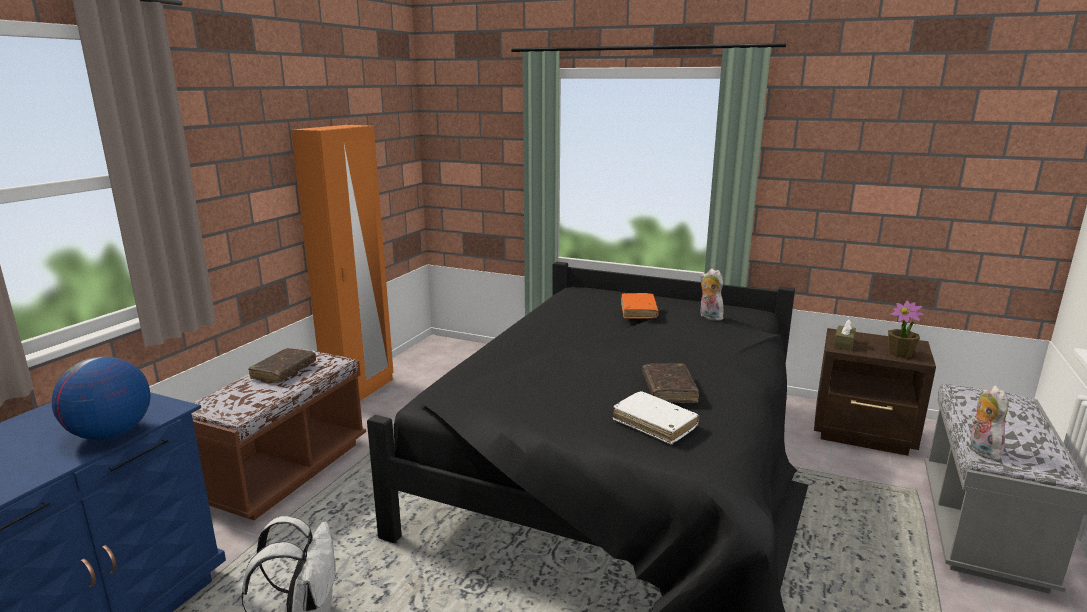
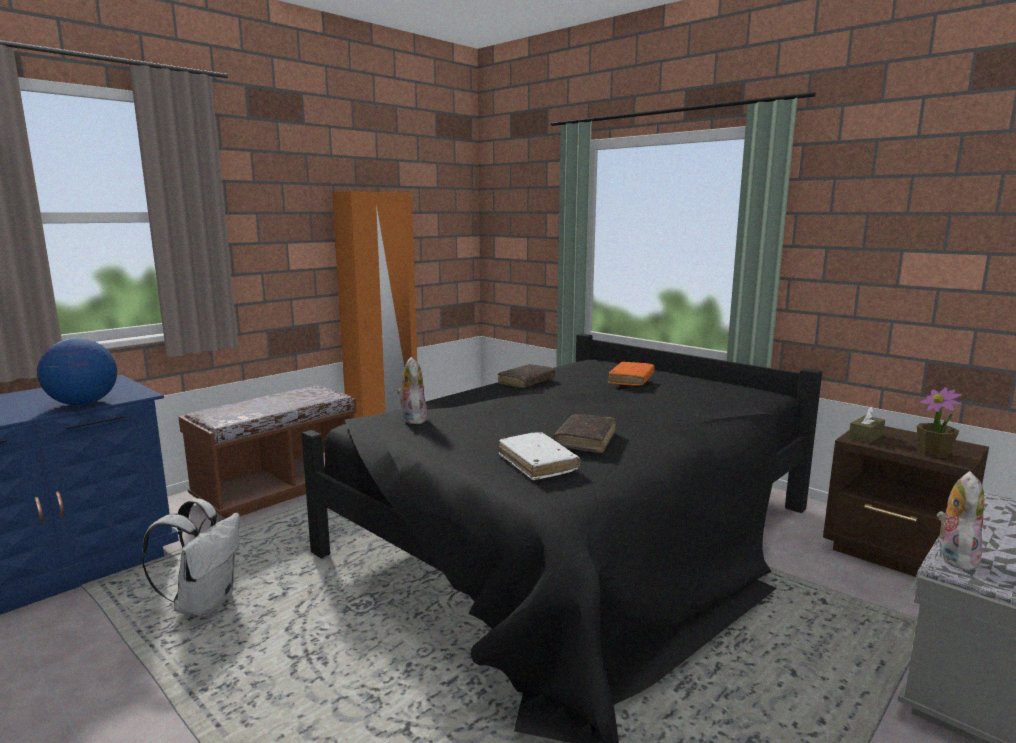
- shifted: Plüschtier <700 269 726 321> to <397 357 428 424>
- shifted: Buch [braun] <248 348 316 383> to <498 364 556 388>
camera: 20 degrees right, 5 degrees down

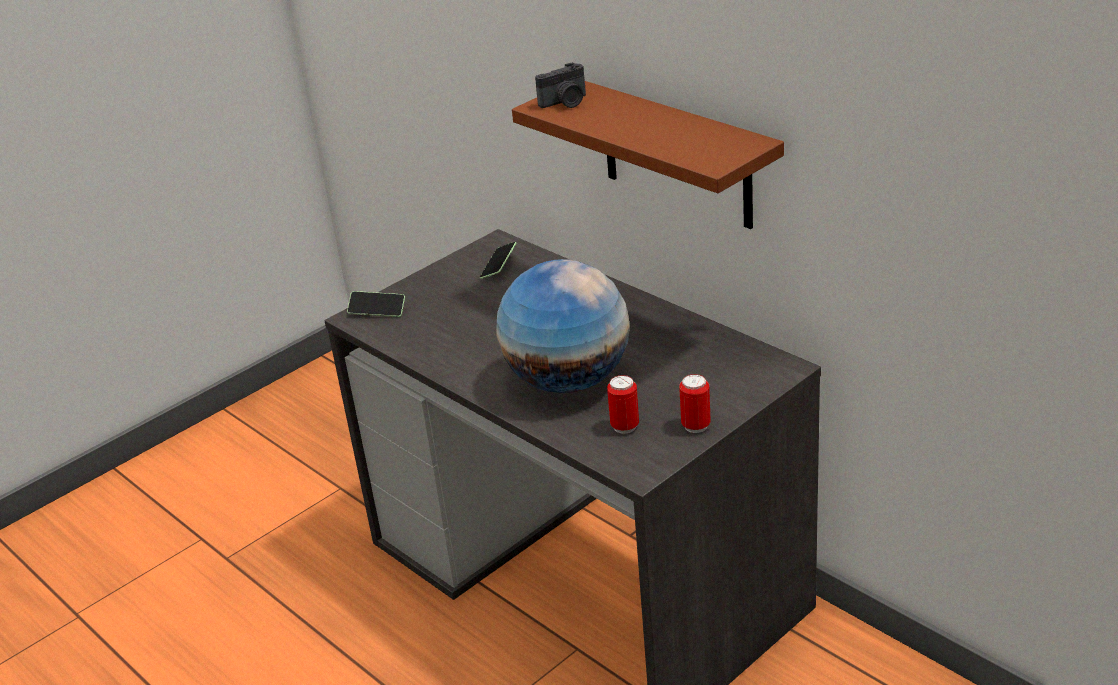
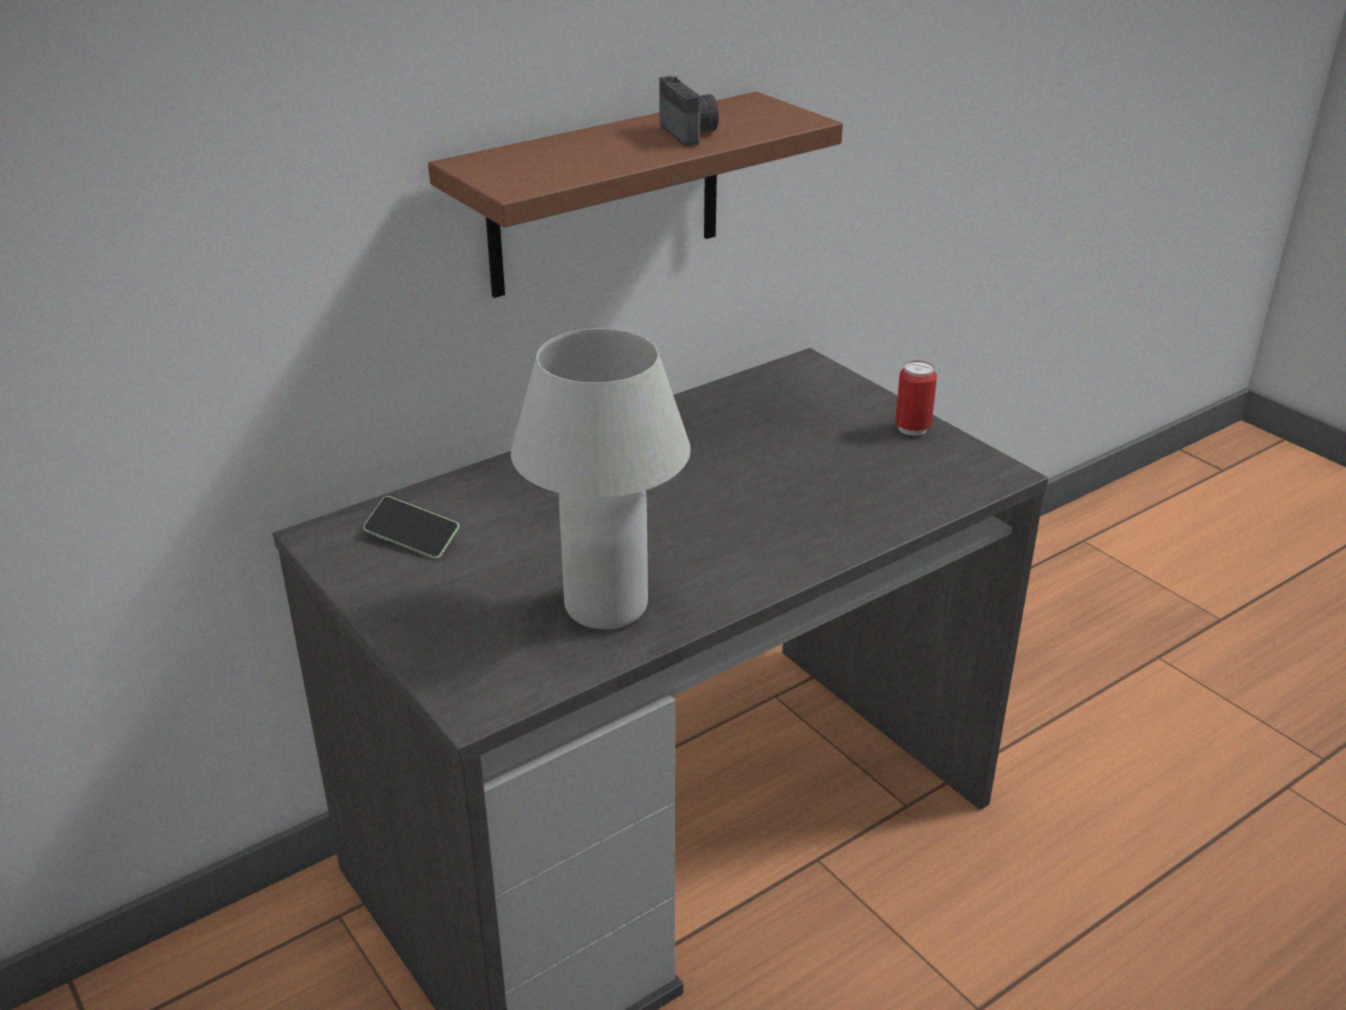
- new: Tischlampe [weiß] <511 329 691 629>
- shifted: Kamera <535 62 586 108> to <659 76 719 146>
- gone: Handy <347 291 405 317>
- gone: Globus <496 259 629 393>
- gone: Dose <607 375 639 434>
camera: 85 degrees left, 0 degrees up

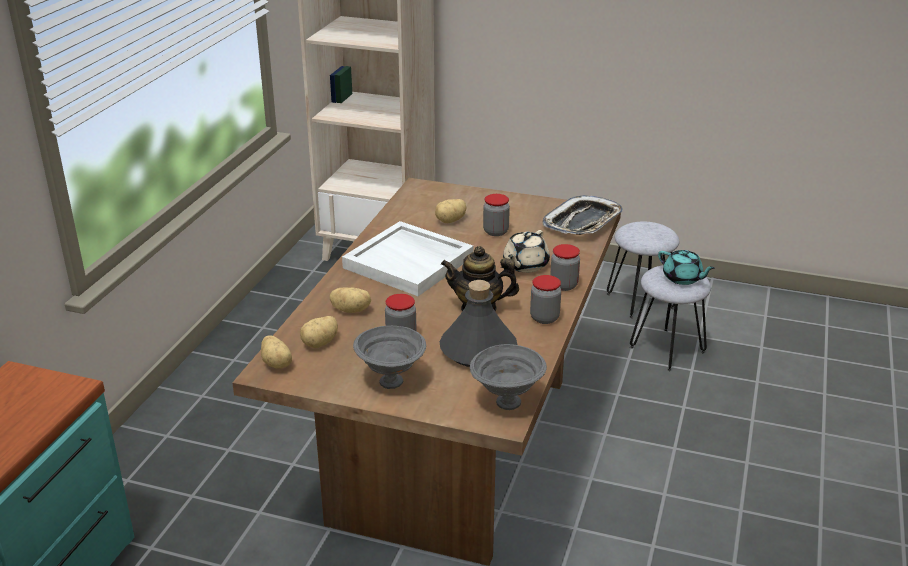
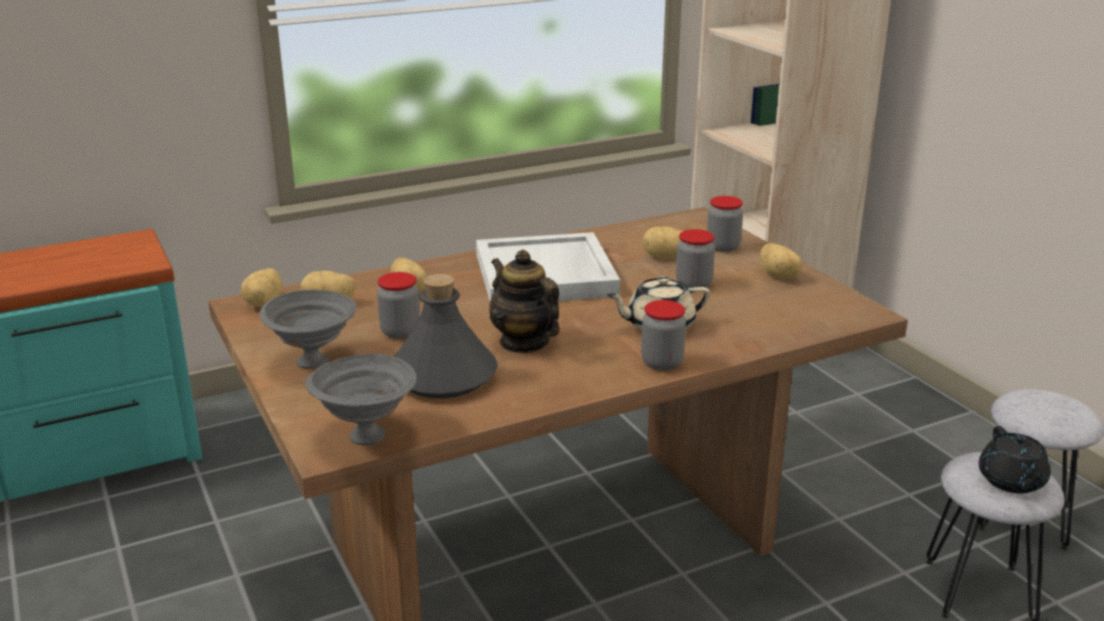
- shifted: Vorratsglas <530 275 561 324> to <707 196 743 252>
- new: Kartoffel <760 243 802 279>
- repainted: Teekanne [türkis] <658 250 715 285> to Teekanne [schwarz] <979 426 1050 493>
- gone: Tablett <543 195 623 235>
camera: 45 degrees right, 5 degrees down

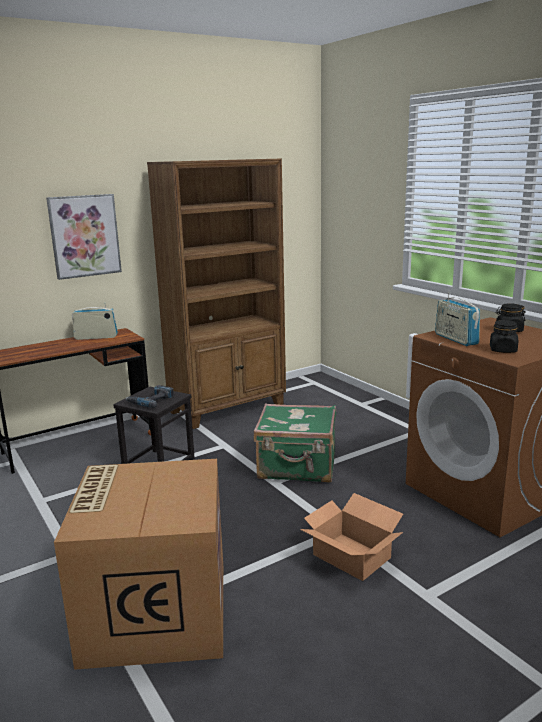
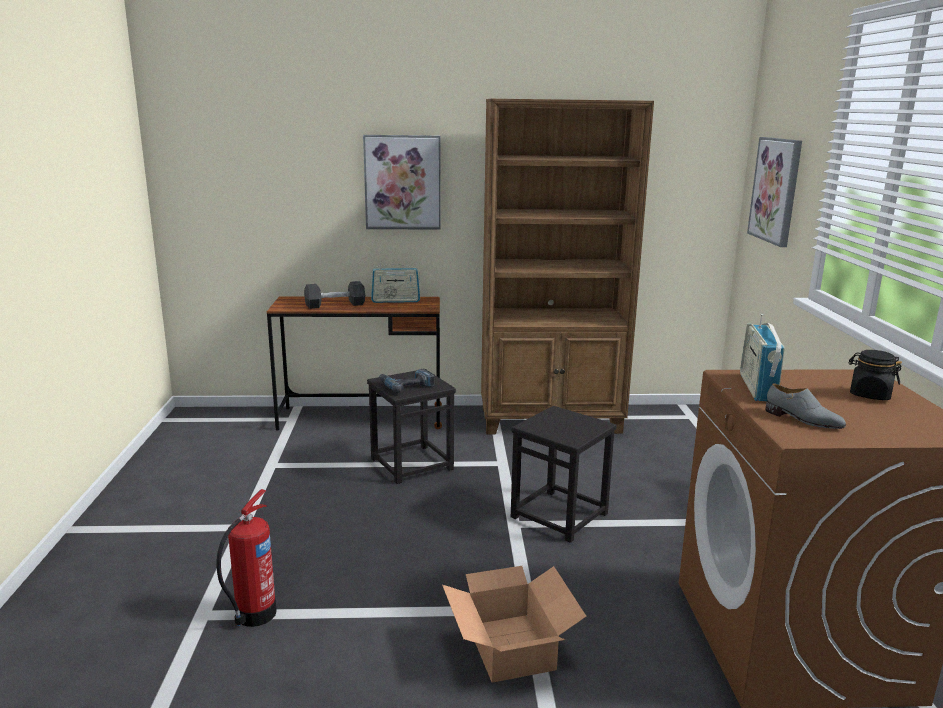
- swapped: Karton <54 459 223 670> to Feuerlöscher <216 489 276 627>
- new: Hantel [schwarz] <304 281 365 309>
- rotated: Radio <72 303 118 340> = <371 261 420 303> 150 degrees clockwise
- swapped: Koffer [grün] <254 404 336 482> to Hocker [schwarz] <511 406 617 543>
- new: Bild <747 137 802 247>
- swapped: Vorratsglas [schwarz] <490 320 518 353> to Schuh [grau] <765 383 846 429>
camera: 30 degrees right, 0 degrees up

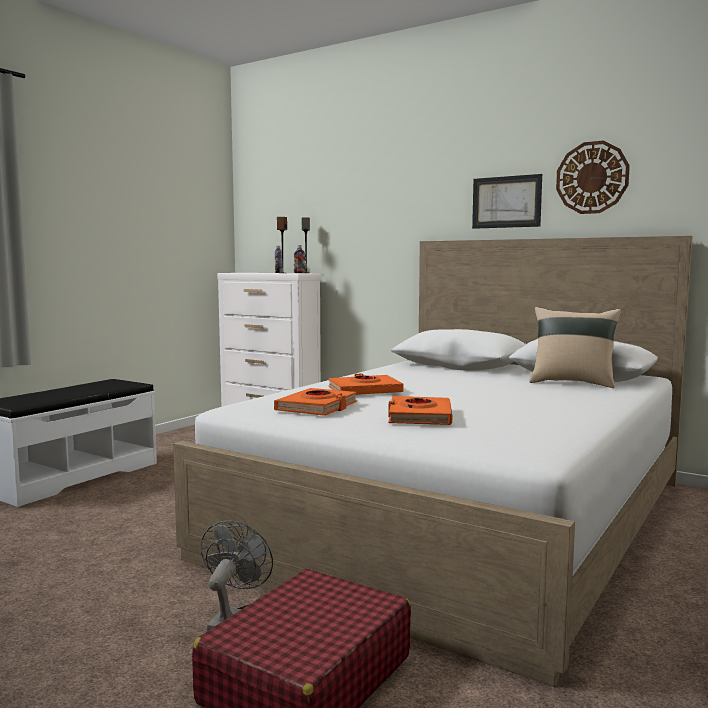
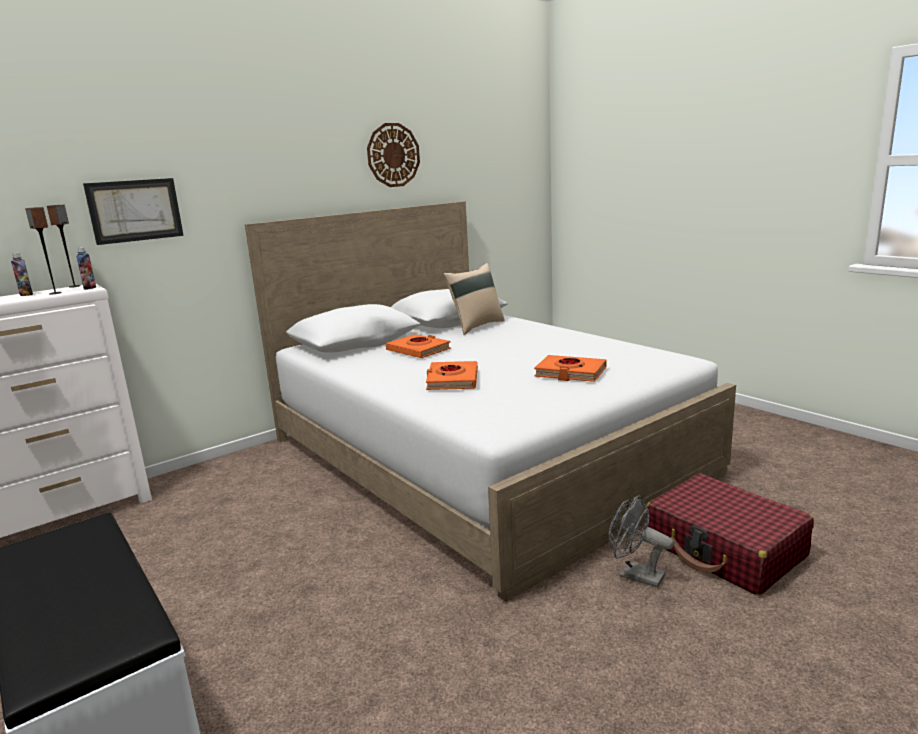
- shifted: Bild <472 174 542 229> to <83 178 184 245>
- shifted: Buch [orange] <274 388 357 416> to <386 334 451 358>
camera: 70 degrees left, 10 degrees up

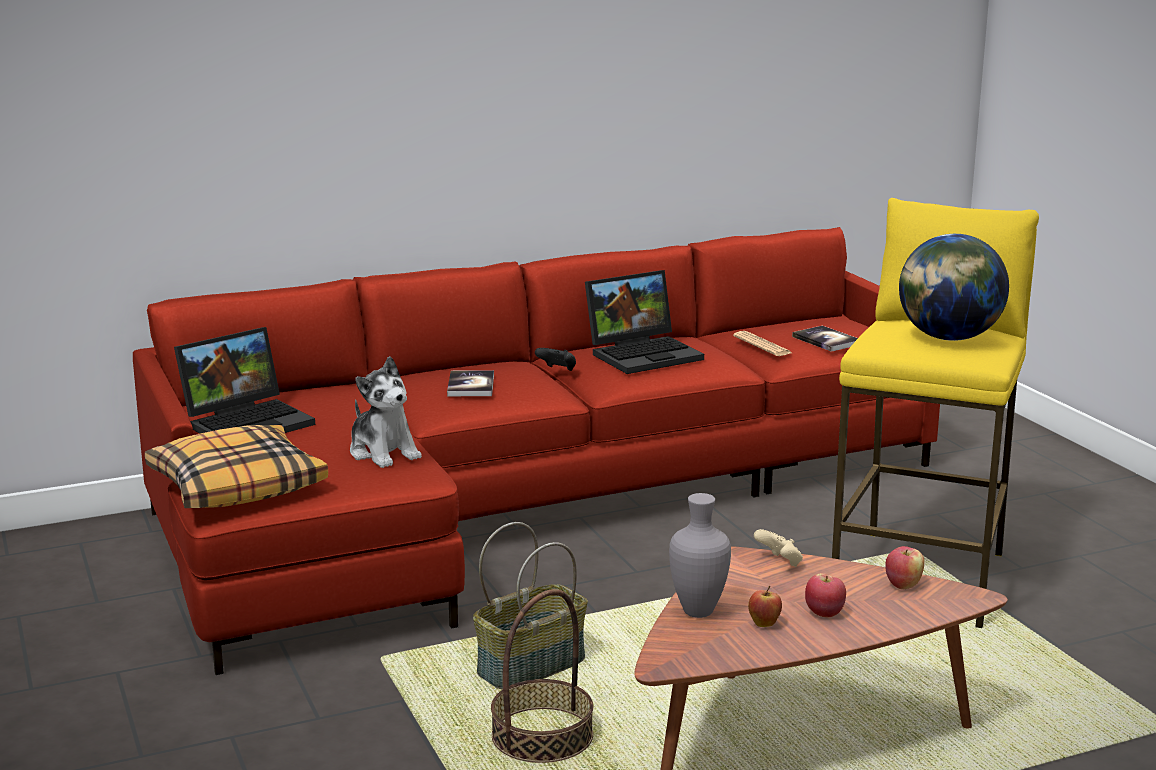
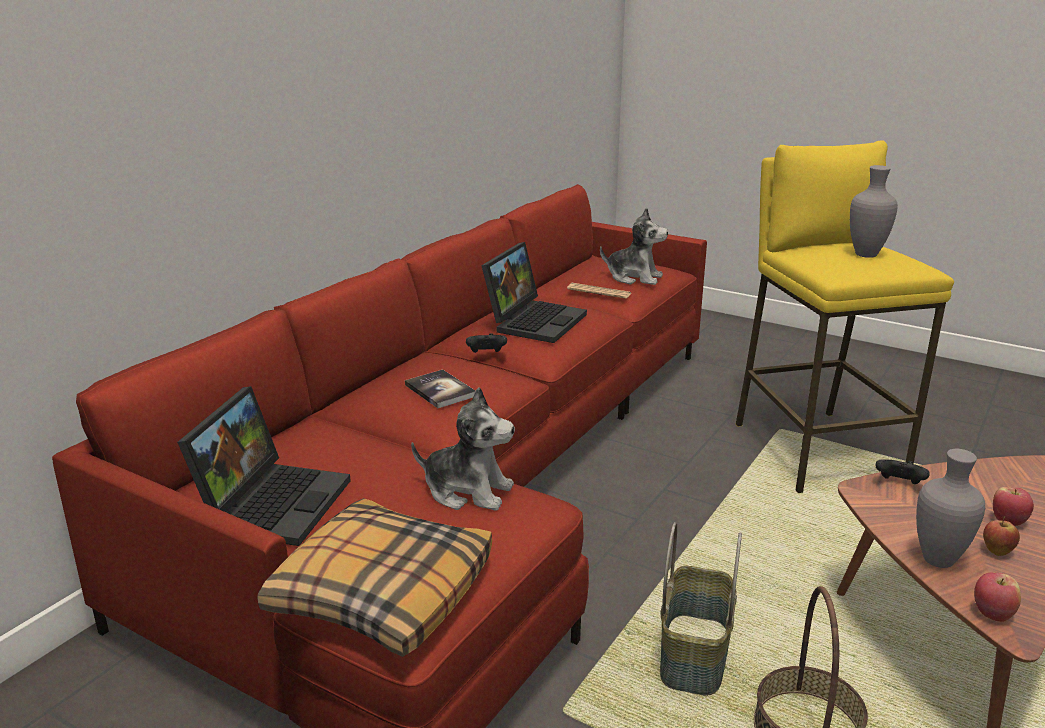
- swapped: Buch <792 326 858 352> to Plüschtier <600 207 668 285>
- swapped: Globus <899 234 1009 341> to Vase [grau] <850 165 898 258>
- repainted: Gamepad [beige] <754 529 803 567> to Gamepad [schwarz] <876 459 930 484>
- shifted: Apfel <885 546 924 589> to <974 572 1021 622>
camera: 35 degrees left, 5 degrees up

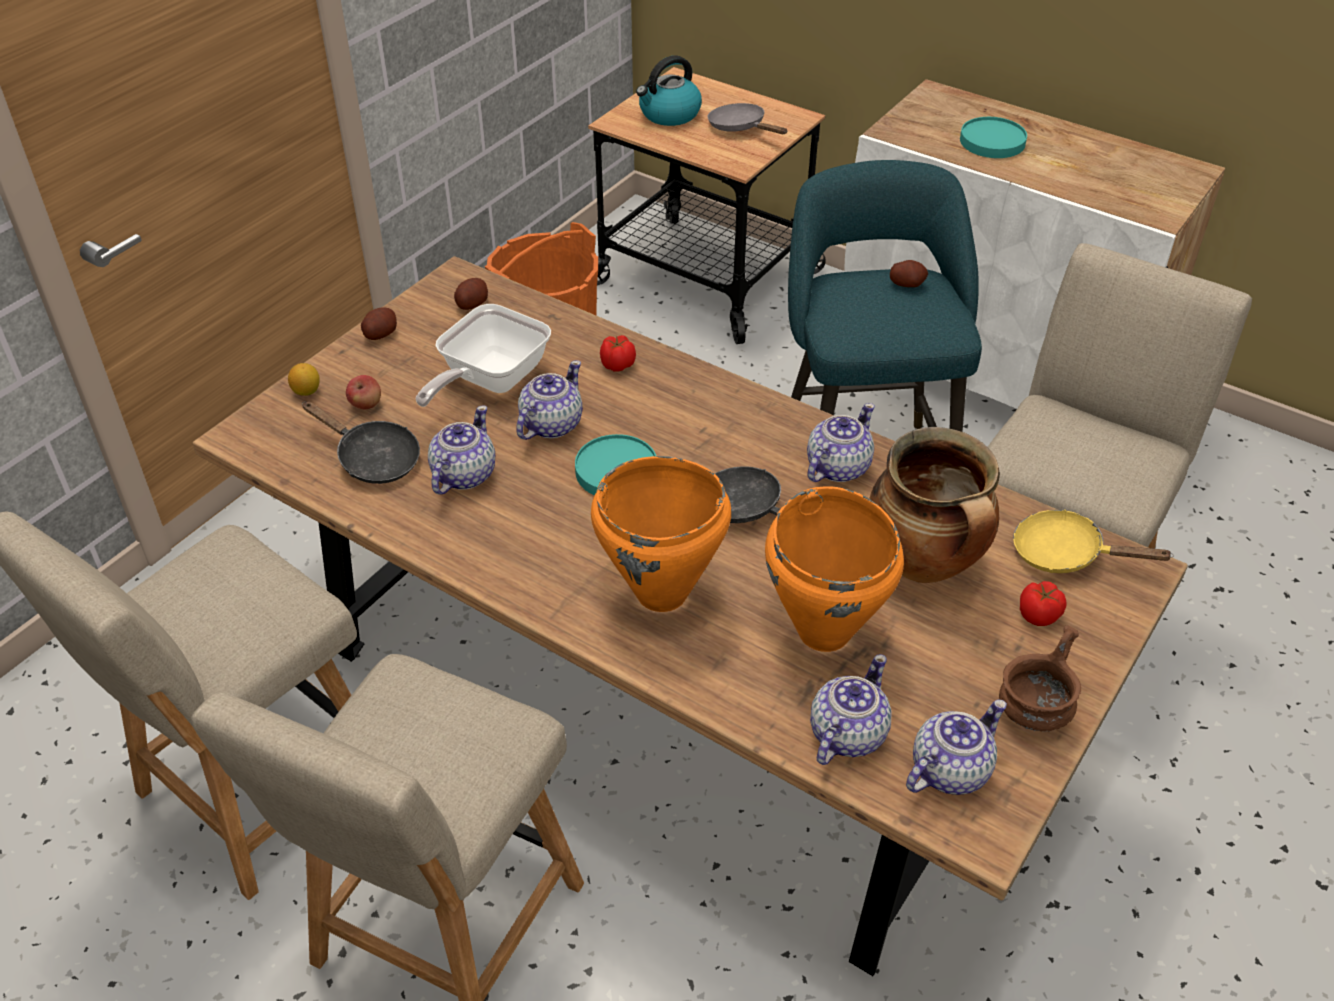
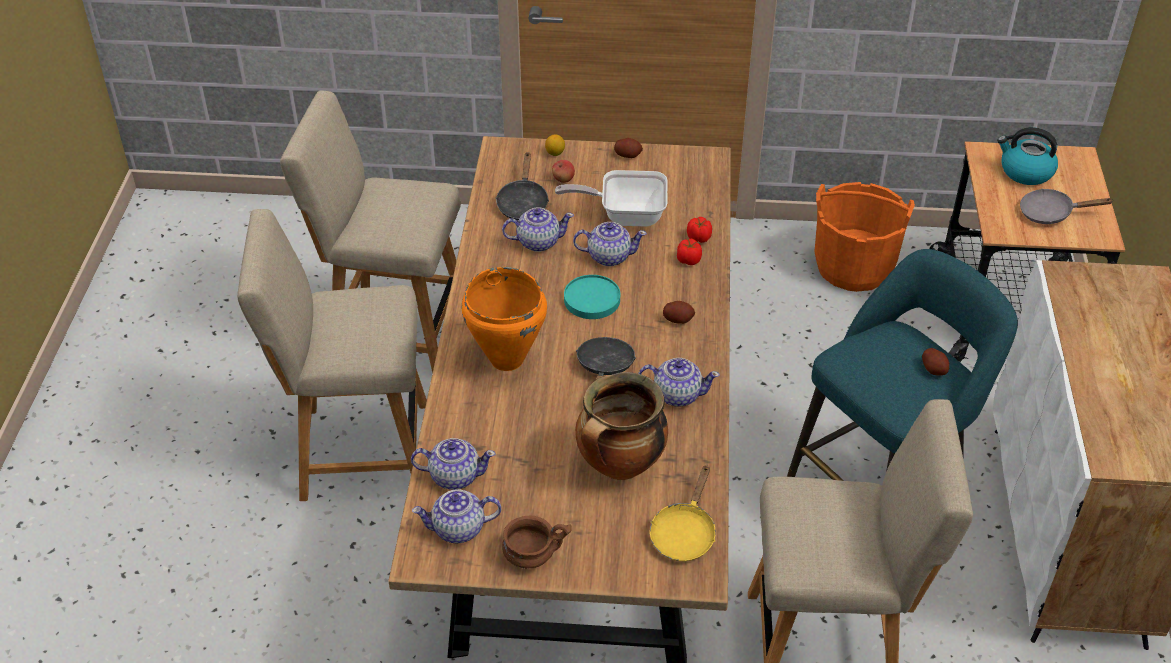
- rotated: Teekanne <906 699 1007 795> = <412 489 501 543> 150 degrees clockwise
- rotated: Pfanne [gelb] <1013 509 1174 573> = <650 465 716 561> 150 degrees counterclockwise
- shifted: Kartoffel <454 278 488 310> to <663 301 695 324>
- shifted: Tomate <1020 581 1067 626> to <687 217 712 243>
- rotated: Pfanne [grau] <707 103 787 134> = <1020 189 1113 224> 105 degrees counterclockwise
- gone: Kochtopf [orange] <765 486 904 652>
- gone: Teller [türkis] <960 117 1027 158>
camera: 60 degrees right, 0 degrees up

